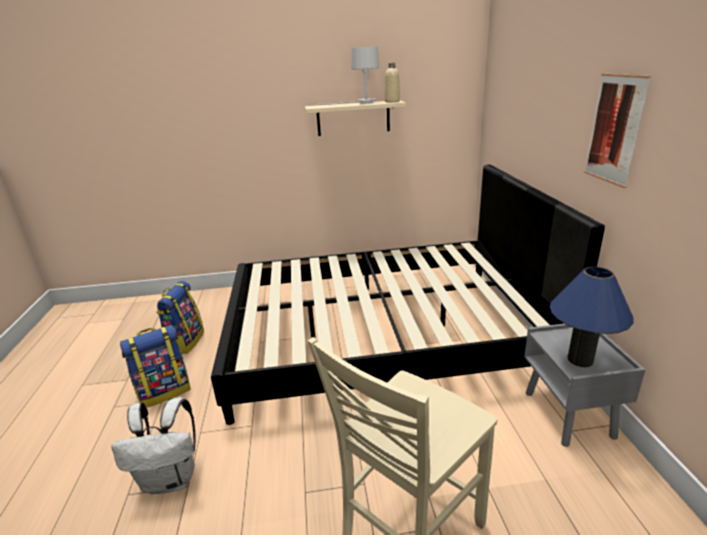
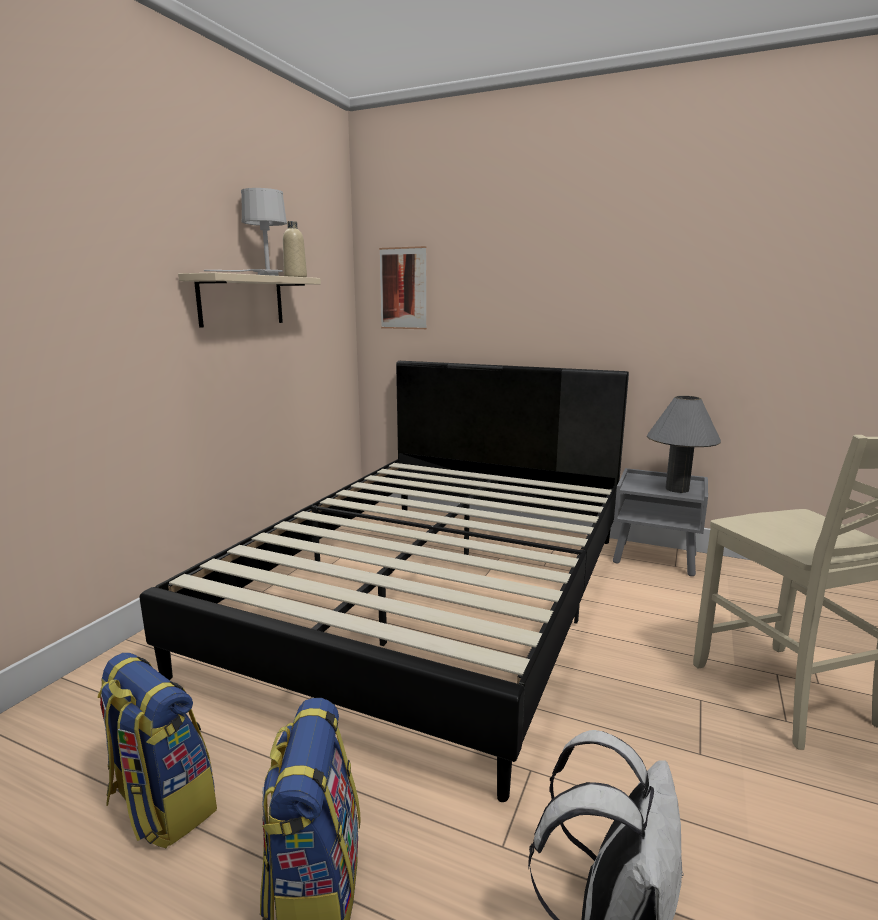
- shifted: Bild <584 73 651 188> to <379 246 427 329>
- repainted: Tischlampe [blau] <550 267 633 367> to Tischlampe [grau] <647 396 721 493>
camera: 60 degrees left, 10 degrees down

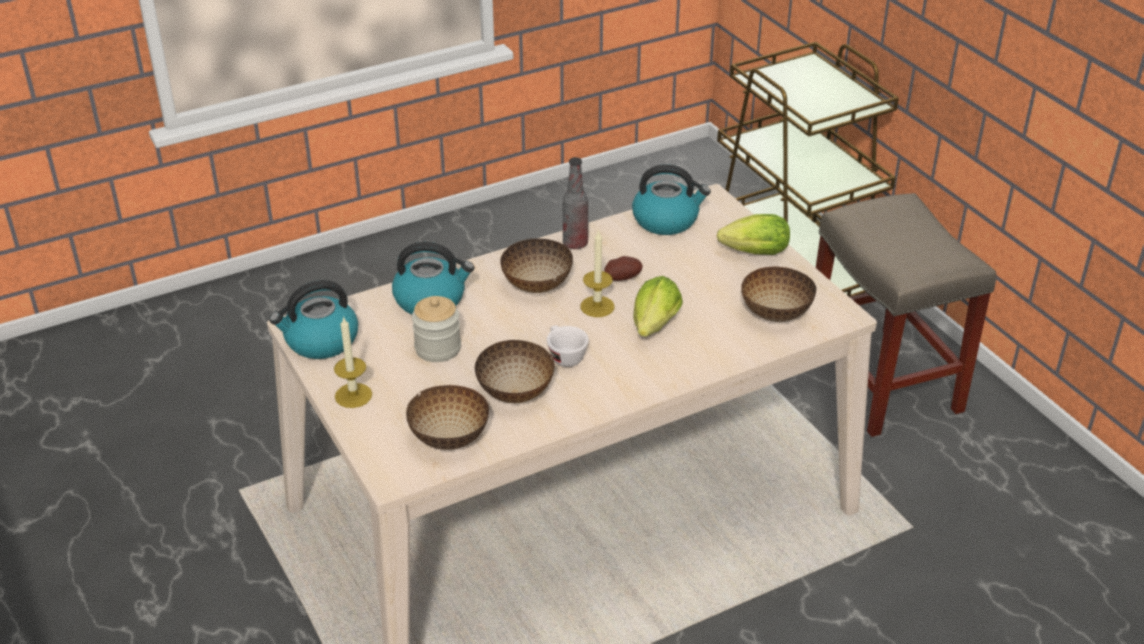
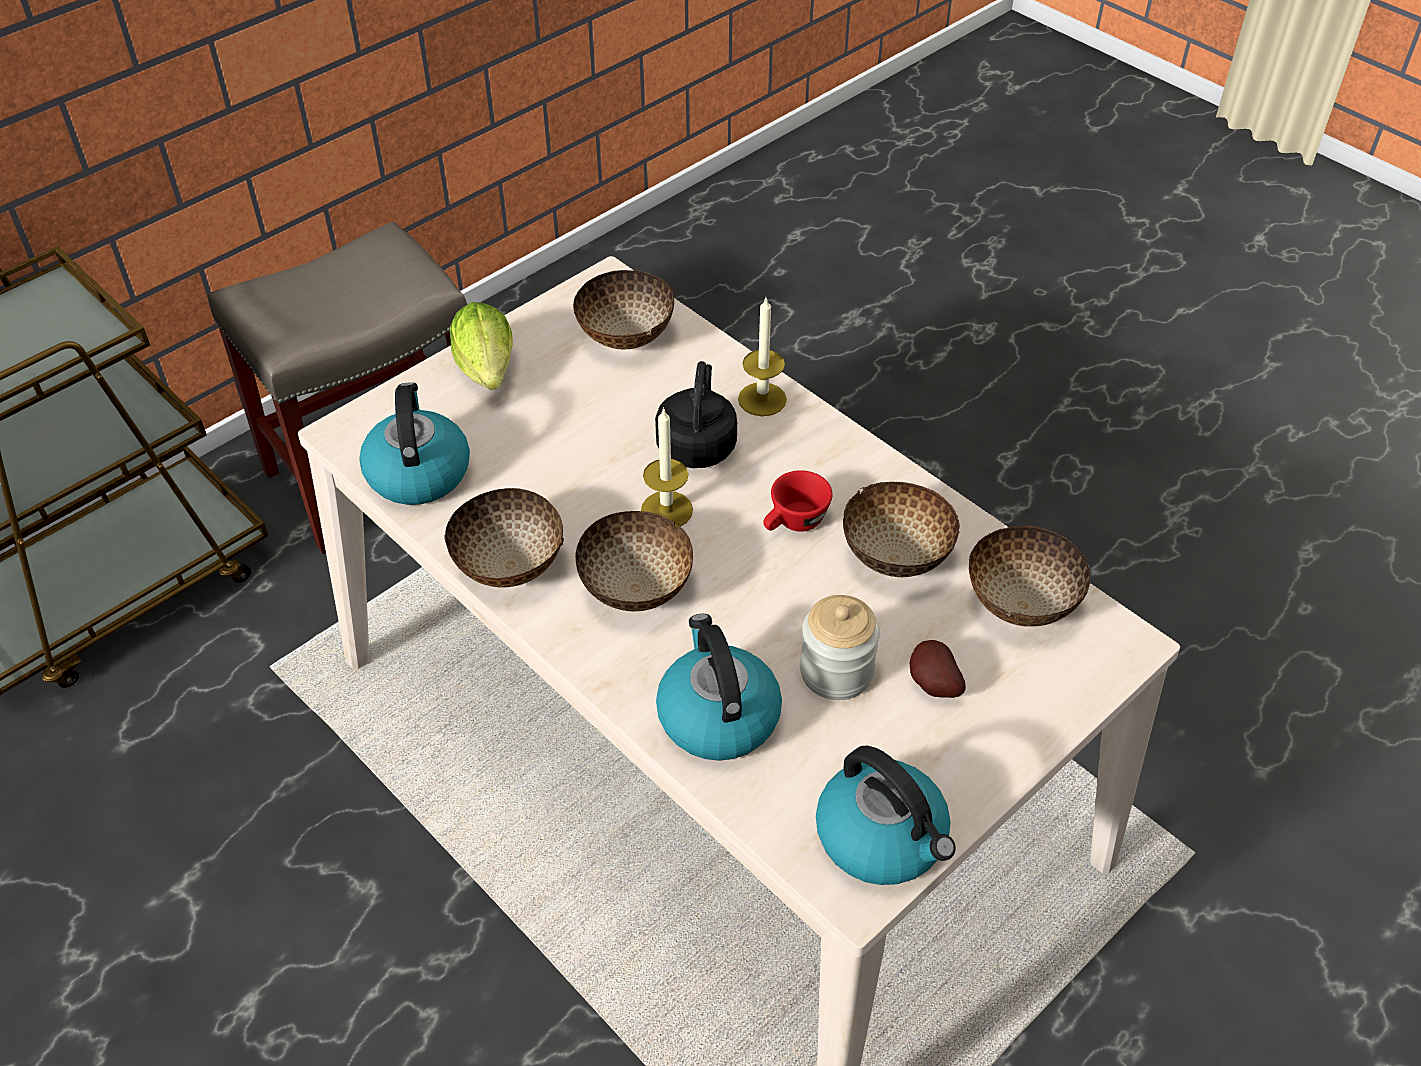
- swapped: Flasche <563 157 588 249> to Schüssel <444 488 564 588>
- swapped: Salatkopf <633 276 683 337> to Wasserkessel [schwarz] <655 361 737 468>
- shifted: Kerze <334 316 372 408> to <738 298 787 416>
- repainted: Tasse [weiß] <547 325 589 367> to Tasse [rot] <763 470 832 532>
- shifted: Kartoffel <604 256 642 281> to <910 640 966 698>
camera: 105 degrees left, 10 degrees up

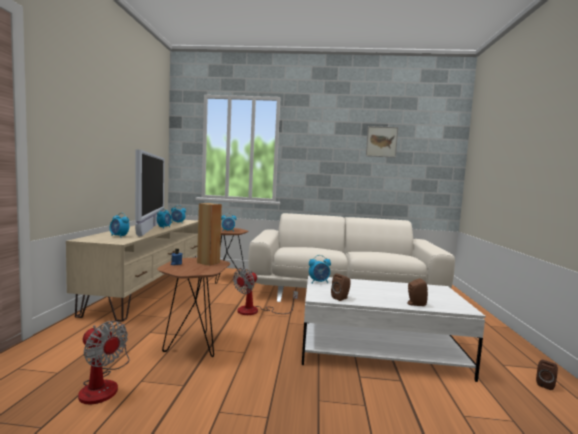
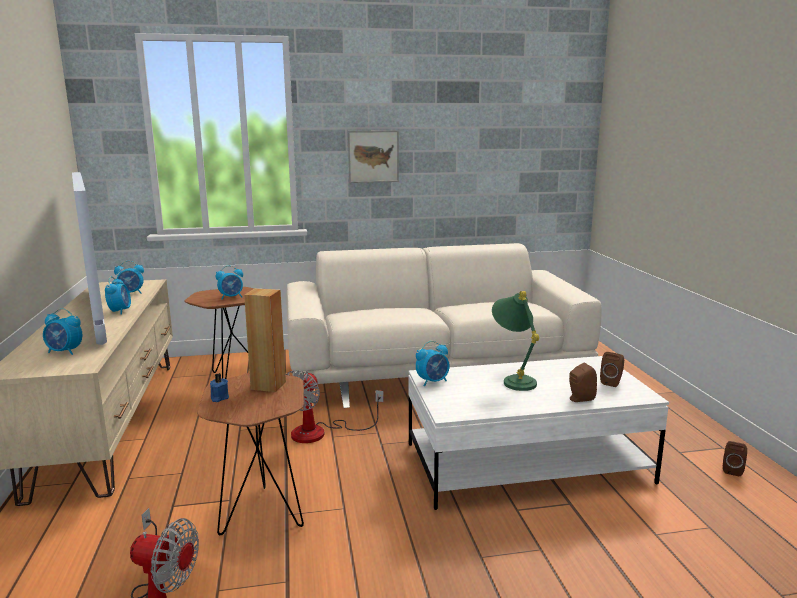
- shifted: Bild <366 126 398 158> to <348 130 399 183>
- new: Tischlampe [grün] <492 291 539 391>
- shifted: Lautsprecher [braun] <331 273 351 301> to <600 352 624 387>
camera: 15 degrees left, 10 degrees up

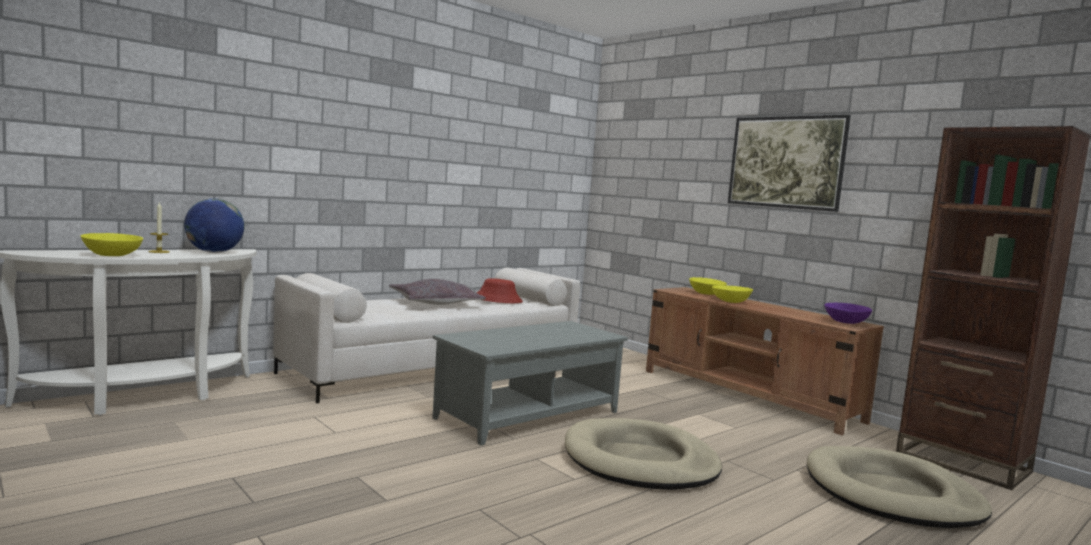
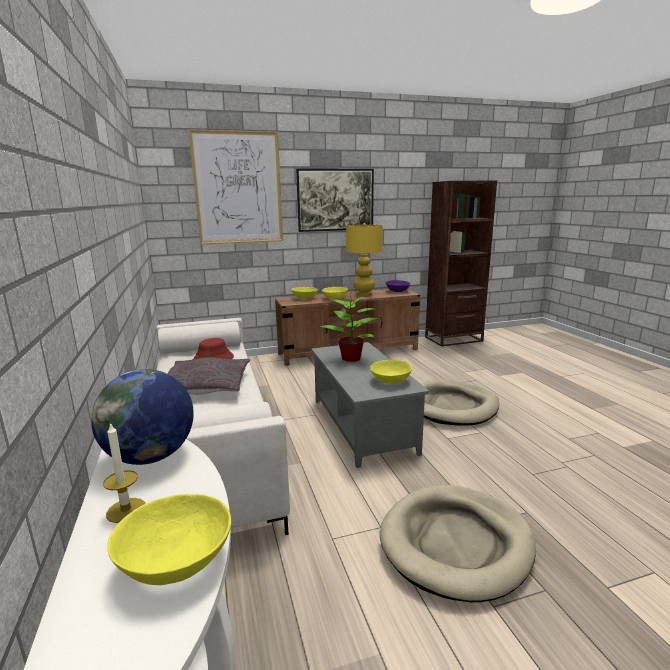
- new: Bild <188 129 283 245>
- new: Topfpflanze <320 296 378 362>
- new: Tischlampe [gelb] <346 223 383 296>
- new: Schüssel [gelb] <370 360 412 384>
- shifted: Hundebett [beige] <807 446 992 529> to <380 485 536 602>
camera: 65 degrees left, 10 degrees up

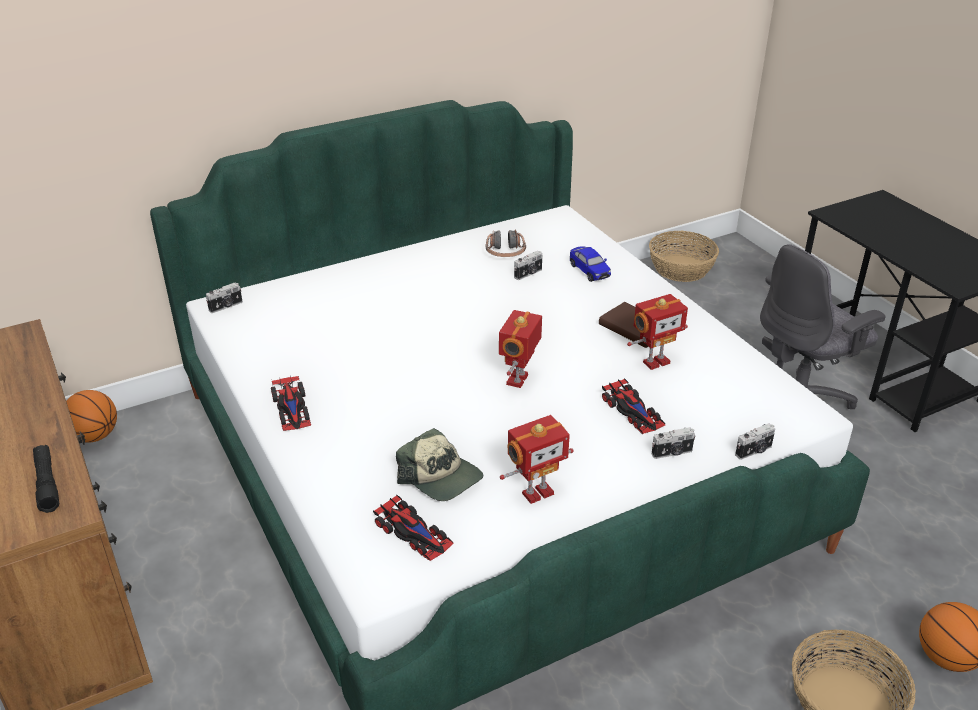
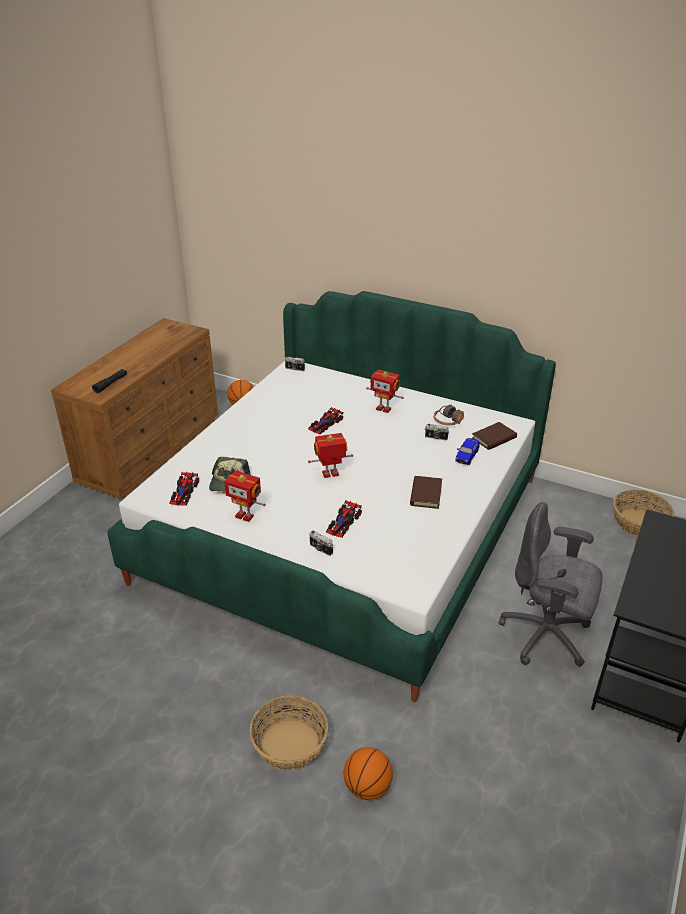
- shifted: Spielzeugauto <271 376 311 431> to <308 407 344 434>
- shifted: Spielzeugroboter <627 294 688 370> to <366 369 404 413>
- new: Buch [braun] <472 422 517 450>
- gone: Kamera <735 423 775 460>
camera: 55 degrees right, 0 degrees up

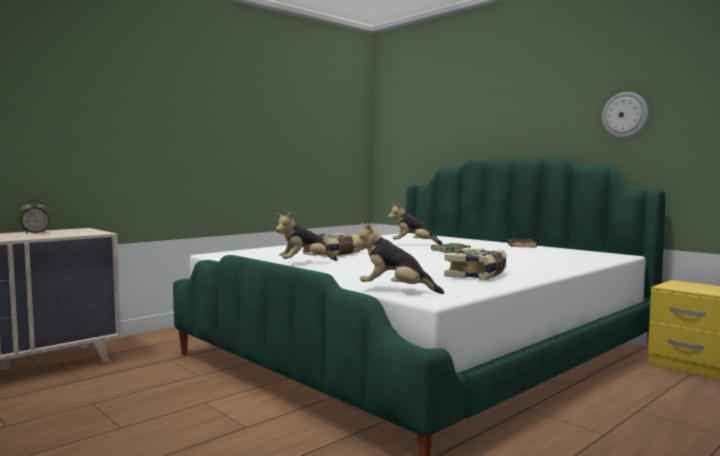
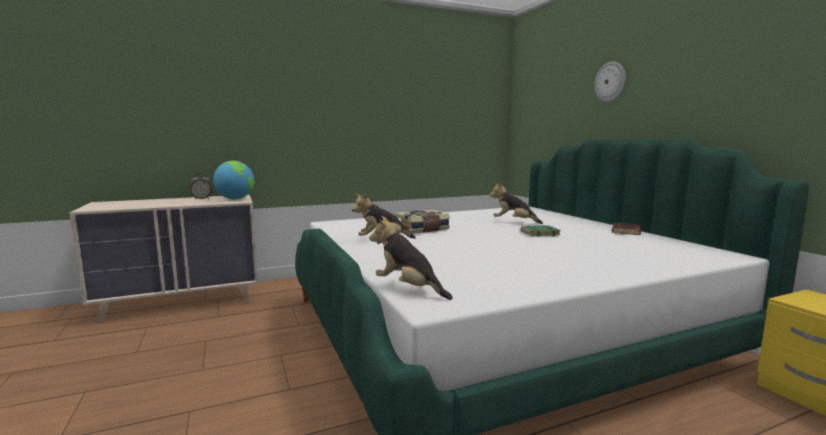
- new: Globus <213 161 255 200>
- shifted: Wanduhr <602 92 648 138> to <594 61 626 102>
- gone: Buch <444 248 507 280>
camera: 20 degrees right, 5 degrees up

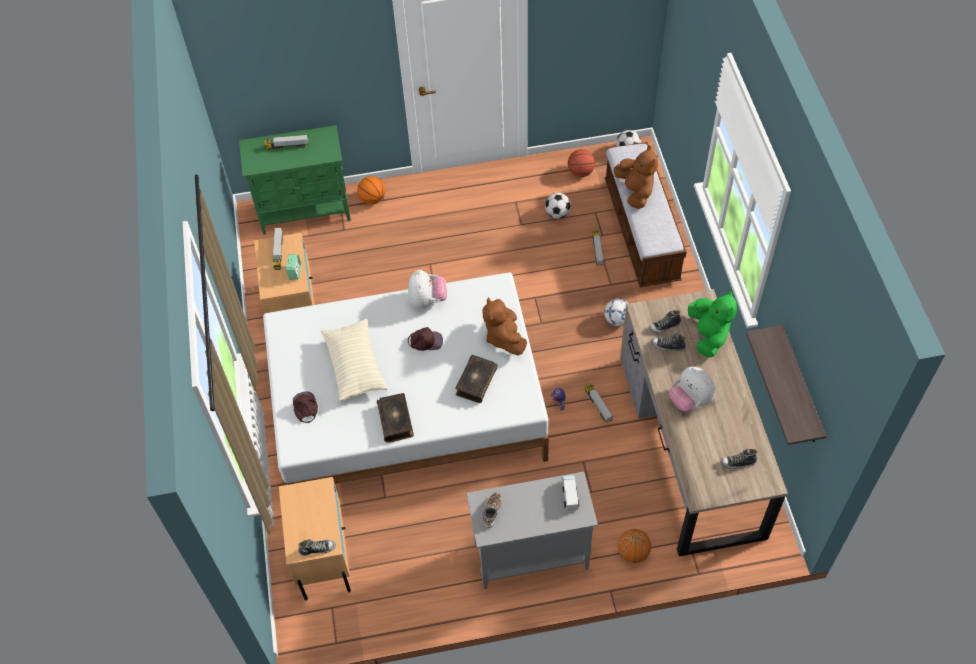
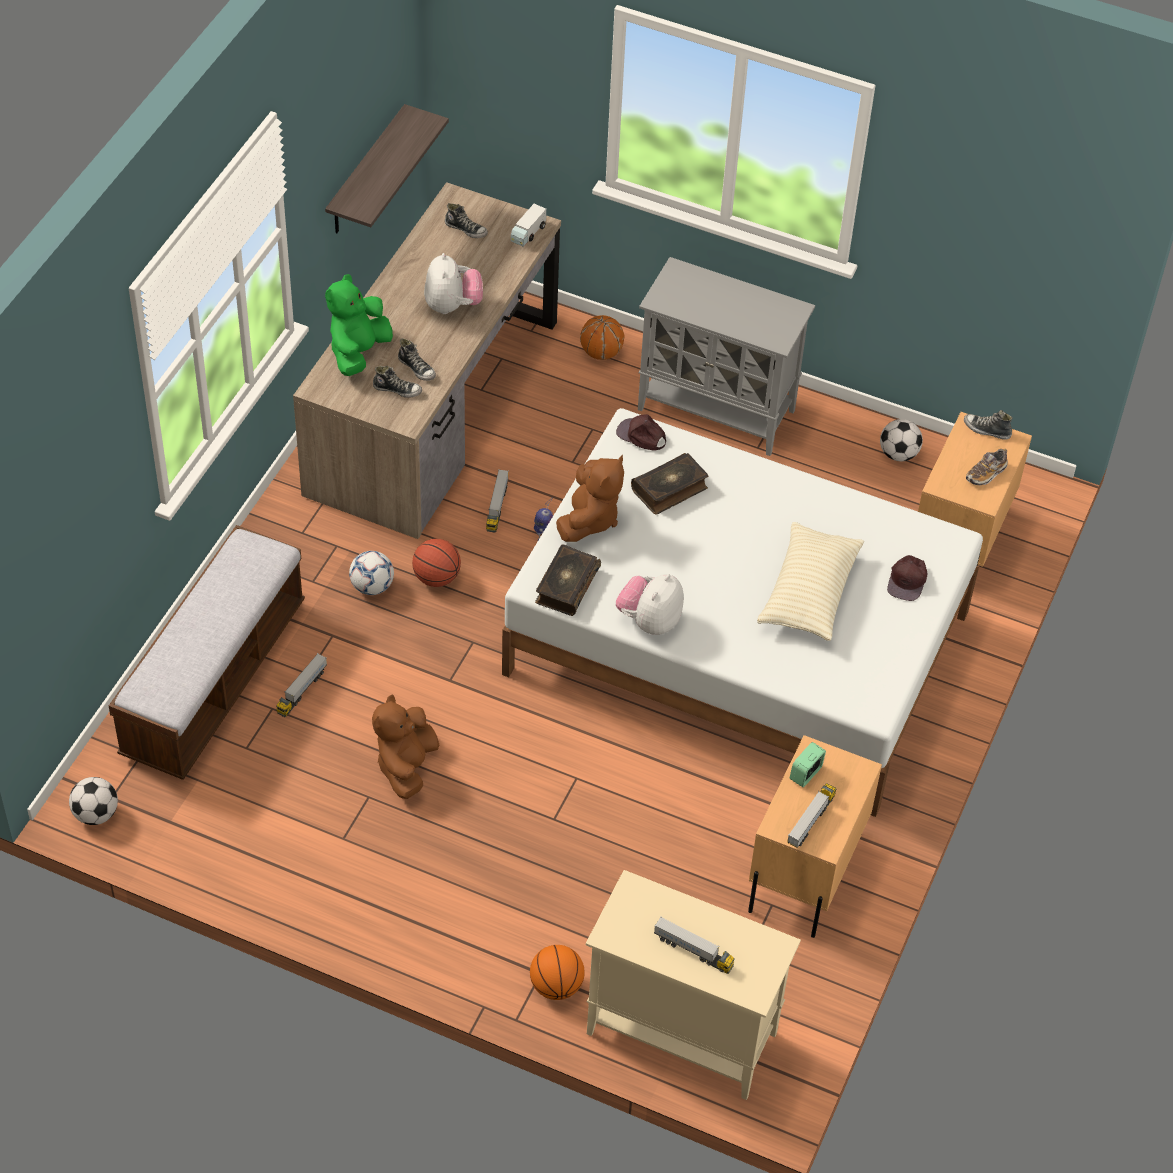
- shifted: Plüschtier [braun] <614 145 658 209> to <372 695 439 799>
- shifted: Basketball <568 149 595 177> to <412 539 461 587>
- shifted: Spielzeuglaster <562 475 579 511> to <511 204 546 247>
- shifted: Buch <377 393 414 443> to <535 544 601 616>
- repainted: Schrank [grün] <239 125 351 235> to Schrank [beige] <586 870 801 1100>
- shifted: Kappe [braun] <408 327 443 351> to <616 414 666 451>
- shifted: Fußball <545 193 571 219> to <880 419 923 461>
- shifted: Schuh <483 492 502 528> to <966 449 1008 486>
camera: 150 degrees left, 5 degrees down

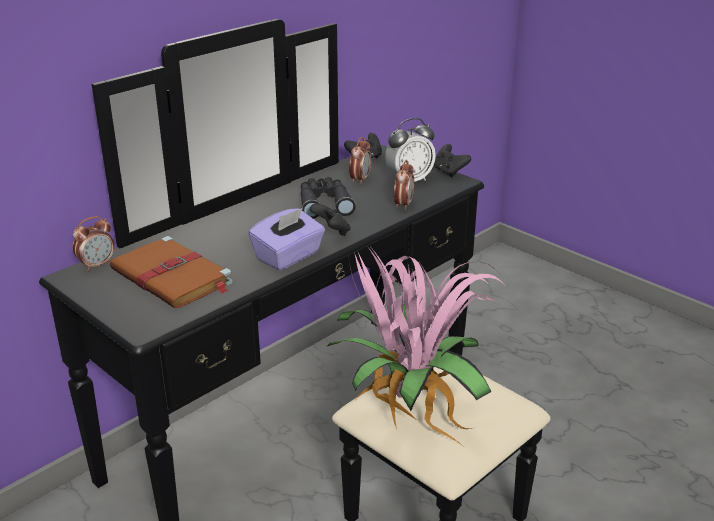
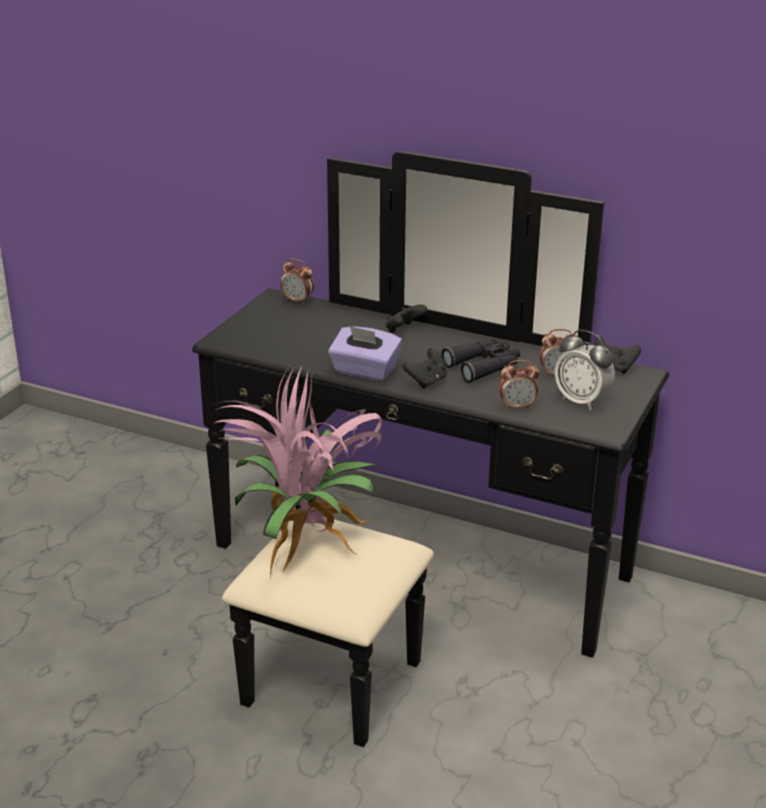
- shifted: Gamepad [schwarz] <434 144 471 177> to <386 305 427 333>
- gone: Buch [braun] <110 236 233 308>
camera: 70 degrees right, 0 degrees up

